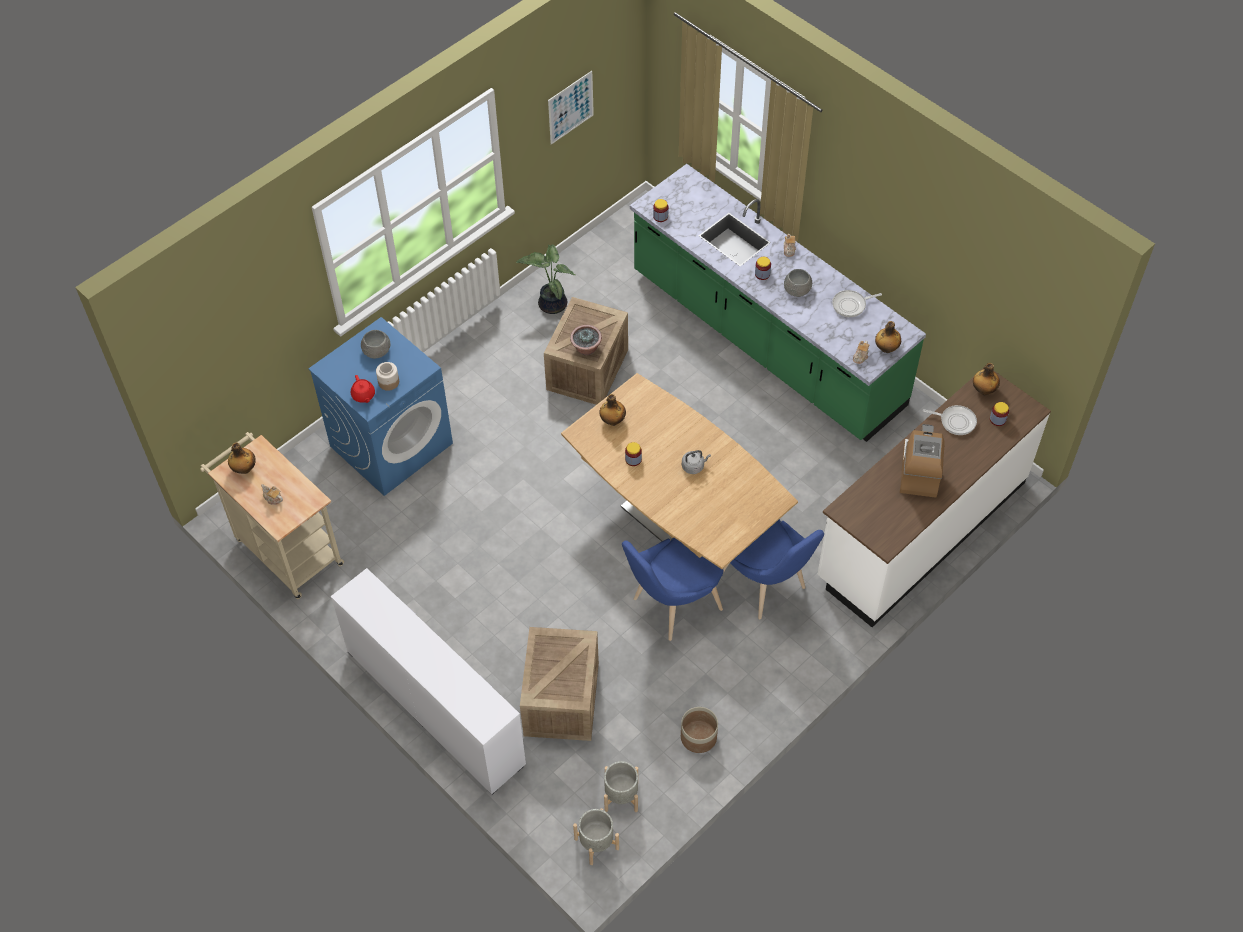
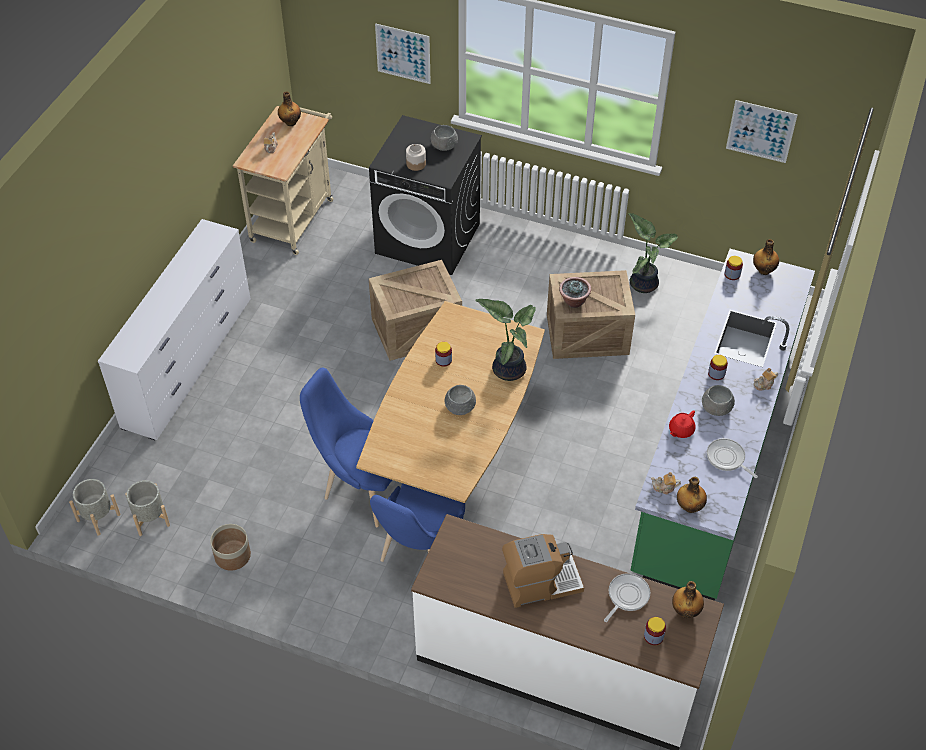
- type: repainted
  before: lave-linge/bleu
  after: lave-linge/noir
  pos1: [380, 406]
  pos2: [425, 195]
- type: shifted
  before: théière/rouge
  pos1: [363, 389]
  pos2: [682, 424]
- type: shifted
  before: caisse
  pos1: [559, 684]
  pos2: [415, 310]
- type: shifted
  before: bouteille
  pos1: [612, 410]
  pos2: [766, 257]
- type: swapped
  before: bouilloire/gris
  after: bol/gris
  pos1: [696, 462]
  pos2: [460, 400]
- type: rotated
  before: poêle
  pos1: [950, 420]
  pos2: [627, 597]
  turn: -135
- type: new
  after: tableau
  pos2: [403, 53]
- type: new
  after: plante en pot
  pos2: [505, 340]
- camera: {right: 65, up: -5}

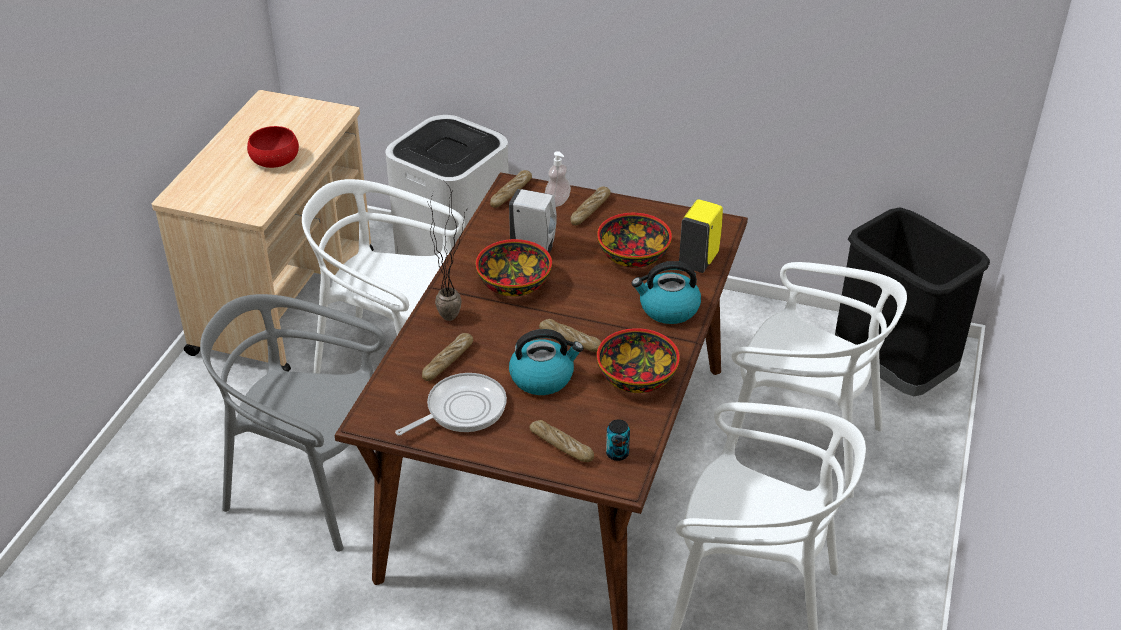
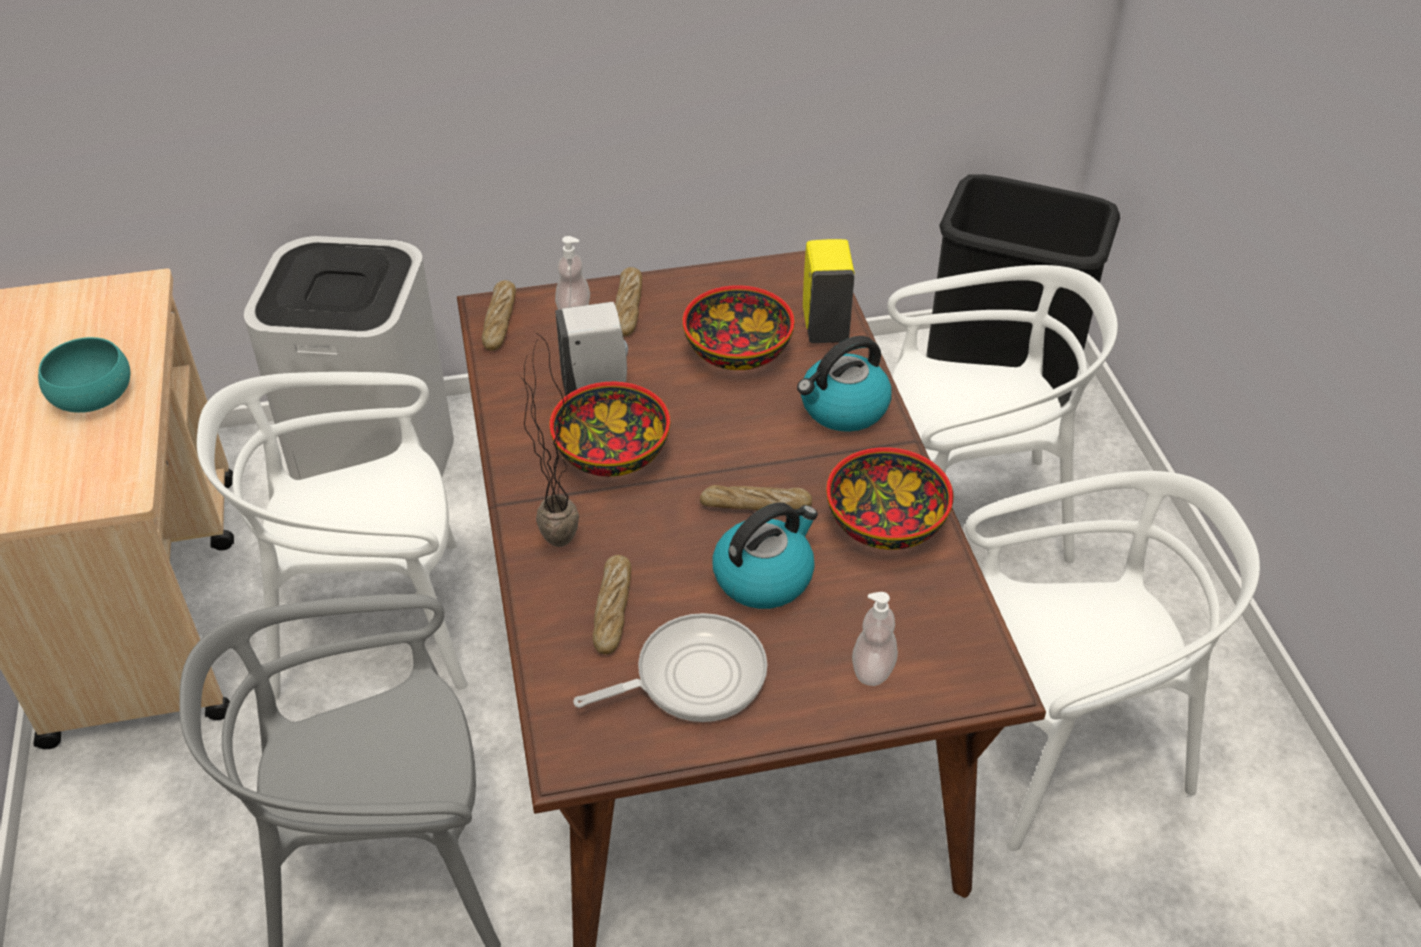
- type: repainted
  before: bol/rouge
  after: bol/turquoise
  pos1: [273, 147]
  pos2: [84, 375]
- type: rotated
  before: poêle
  pos1: [451, 404]
  pos2: [670, 667]
  turn: 45
- type: swapped
  before: pain
  after: distributeur de savon
  pos1: [561, 441]
  pos2: [875, 639]
- type: gone
  before: boîte métallique
  pos1: [618, 440]
- camera: {right: -30, up: 5}

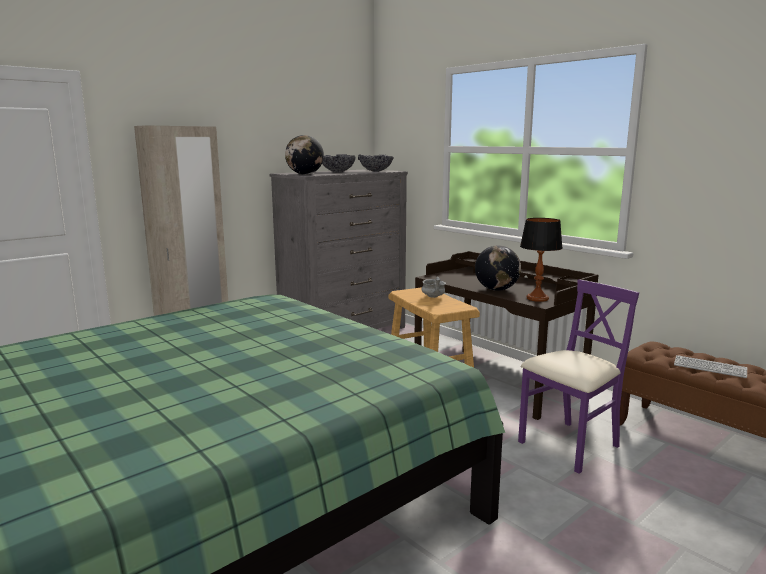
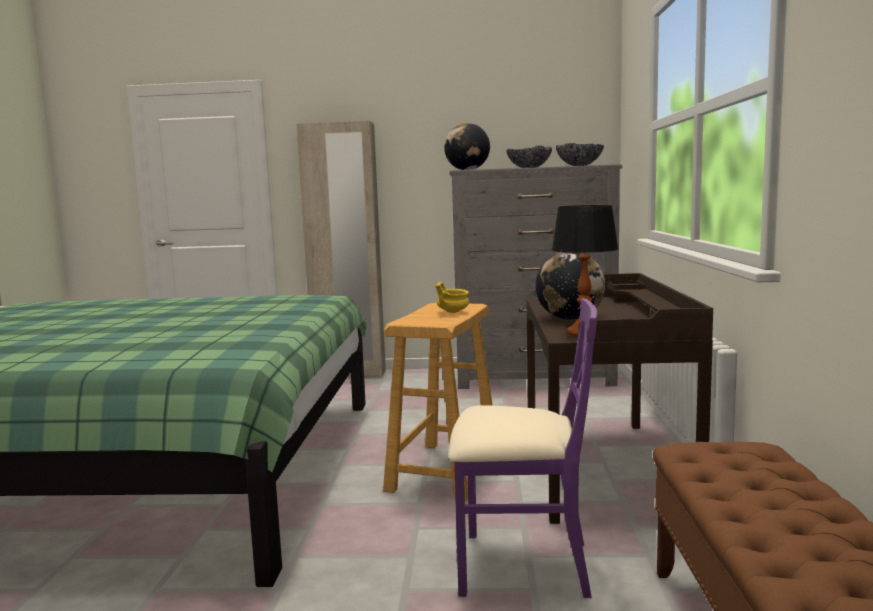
- type: repainted
  before: bol/gris
  after: bol/jaune
  pos1: [433, 287]
  pos2: [452, 297]
- type: gone
  before: clavier
  pos1: [710, 366]
- camera: {right: 45, up: -5}

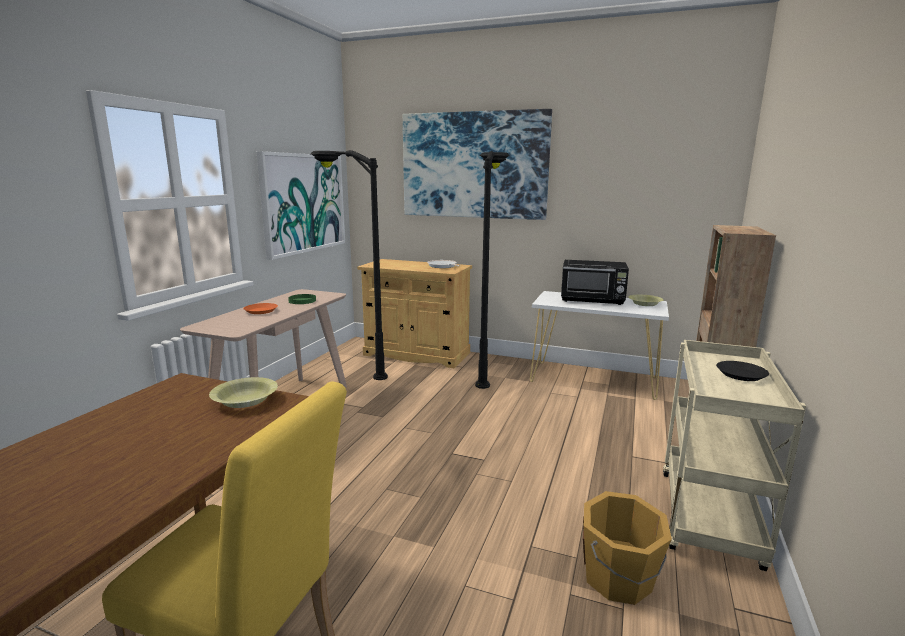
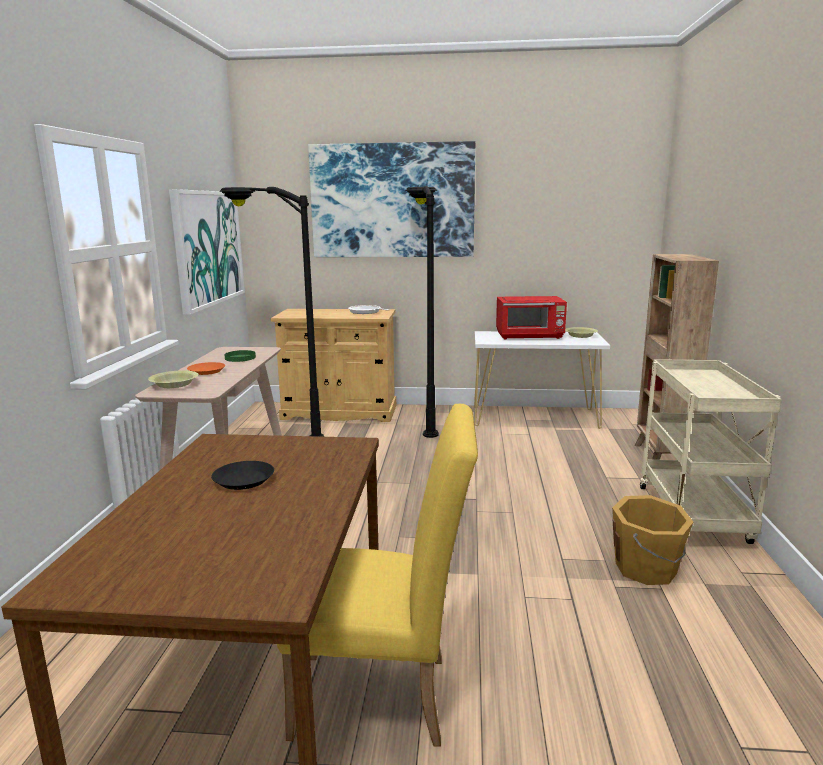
- type: shifted
  before: bol/jaune
  pos1: [243, 392]
  pos2: [173, 379]
- type: repainted
  before: micro-ondes/noir
  after: micro-ondes/rouge
  pos1: [595, 282]
  pos2: [531, 317]
- type: shifted
  before: assiette/noir
  pos1: [742, 371]
  pos2: [242, 475]
- camera: {right: -15, up: 0}

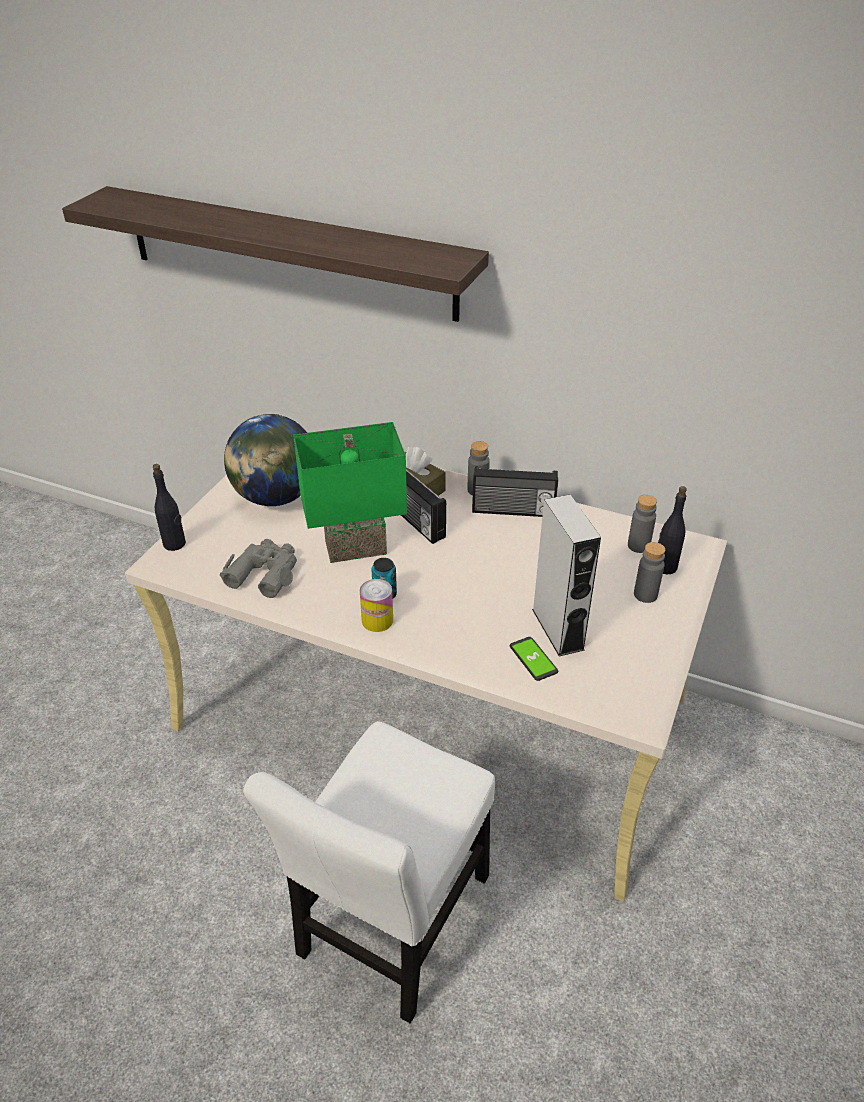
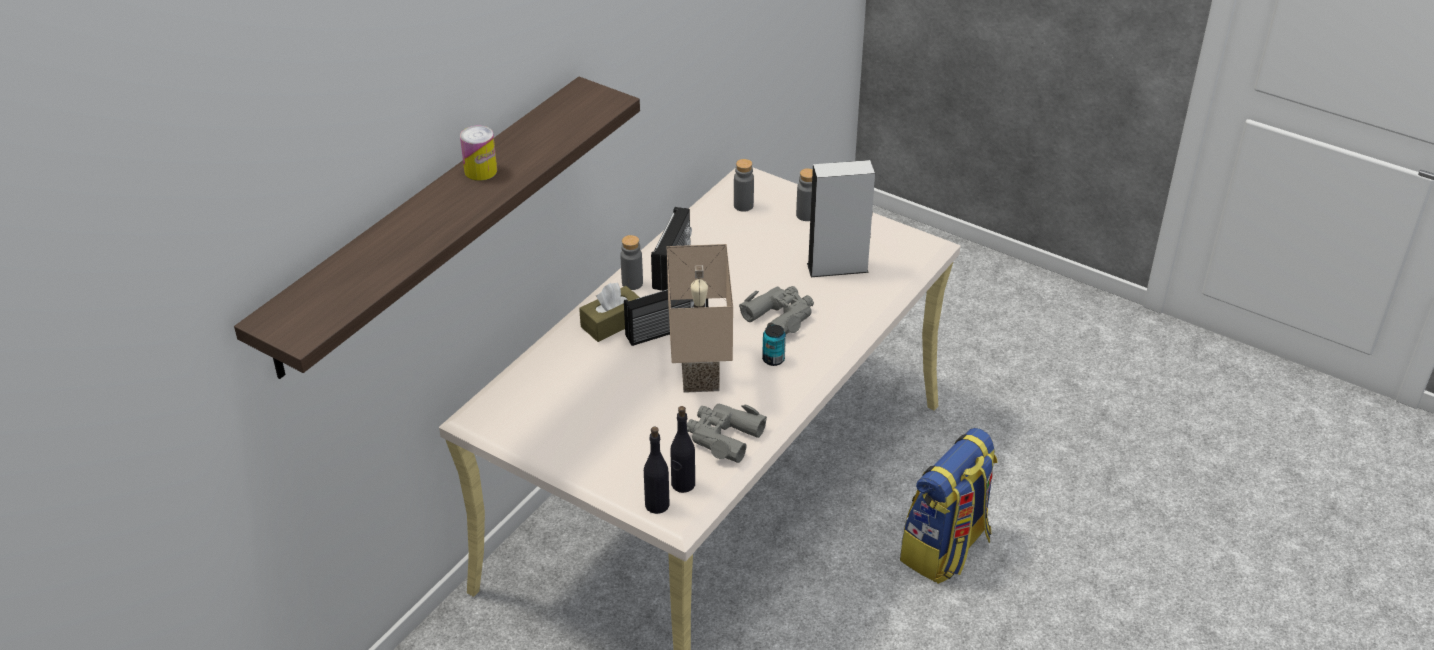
- type: gone
  before: globe
  pos1: [265, 460]
- type: swapped
  before: chaise/blanc
  after: sac à dos
  pos1: [369, 872]
  pos2: [949, 506]
- type: repainted
  before: lampe de table/vert
  after: lampe de table/beige
  pos1: [350, 492]
  pos2: [700, 318]
- type: shifted
  before: boîte métallique
  pos1: [376, 605]
  pos2: [478, 153]
- type: gone
  before: téléphone
  pos1: [534, 659]
- type: shifted
  before: bouteille/noir
  pos1: [672, 530]
  pos2: [682, 449]
- type: new
  after: jumelles/gris
  pos2: [776, 310]
- camera: {right: -80, up: 0}

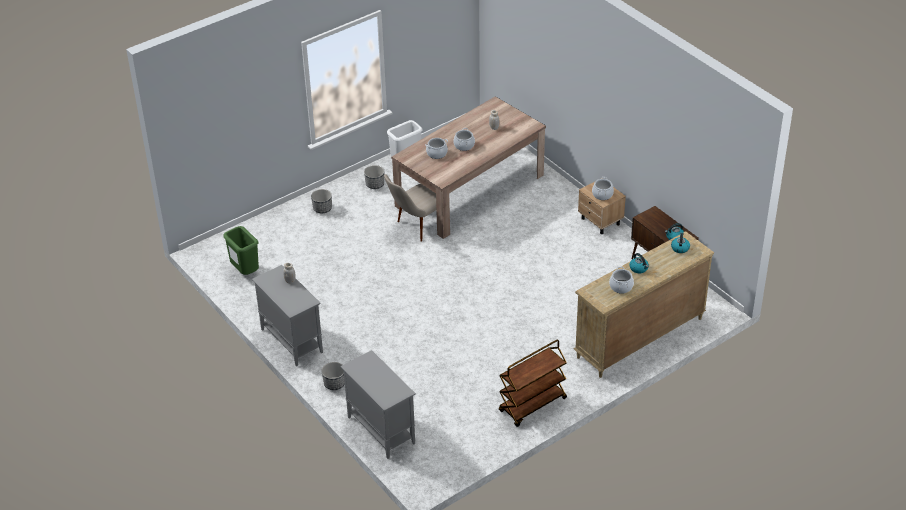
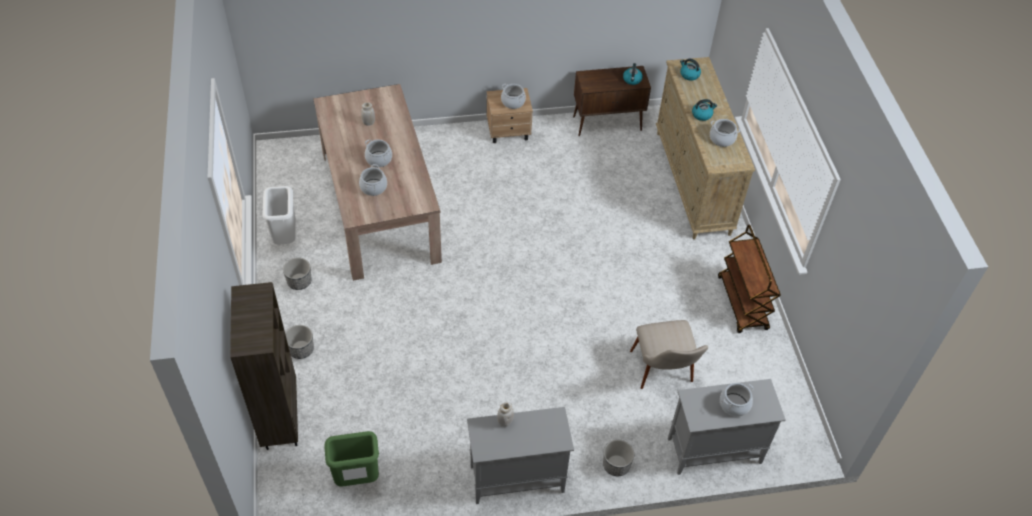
- type: shifted
  before: chaise/beige
  pos1: [410, 208]
  pos2: [669, 354]
- type: new
  after: bibliothèque/marron
  pos2: [264, 366]
- type: new
  after: marmite
  pos2: [737, 400]
- camera: {right: -65, up: 10}

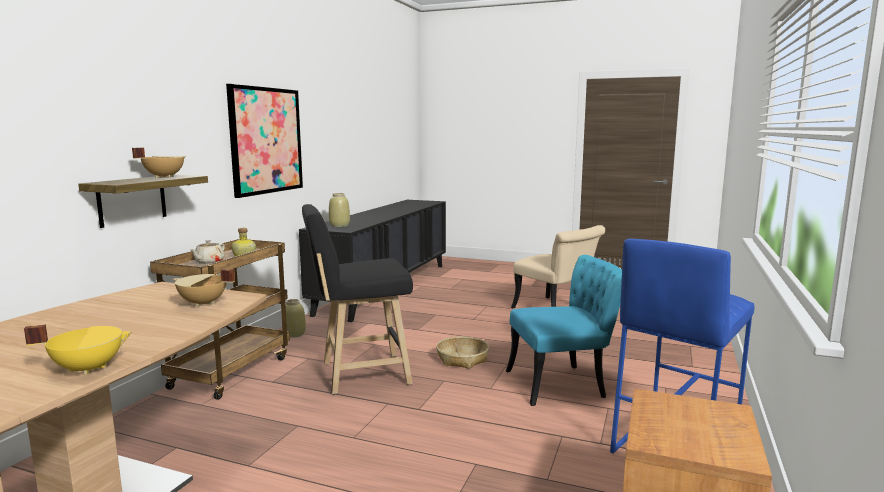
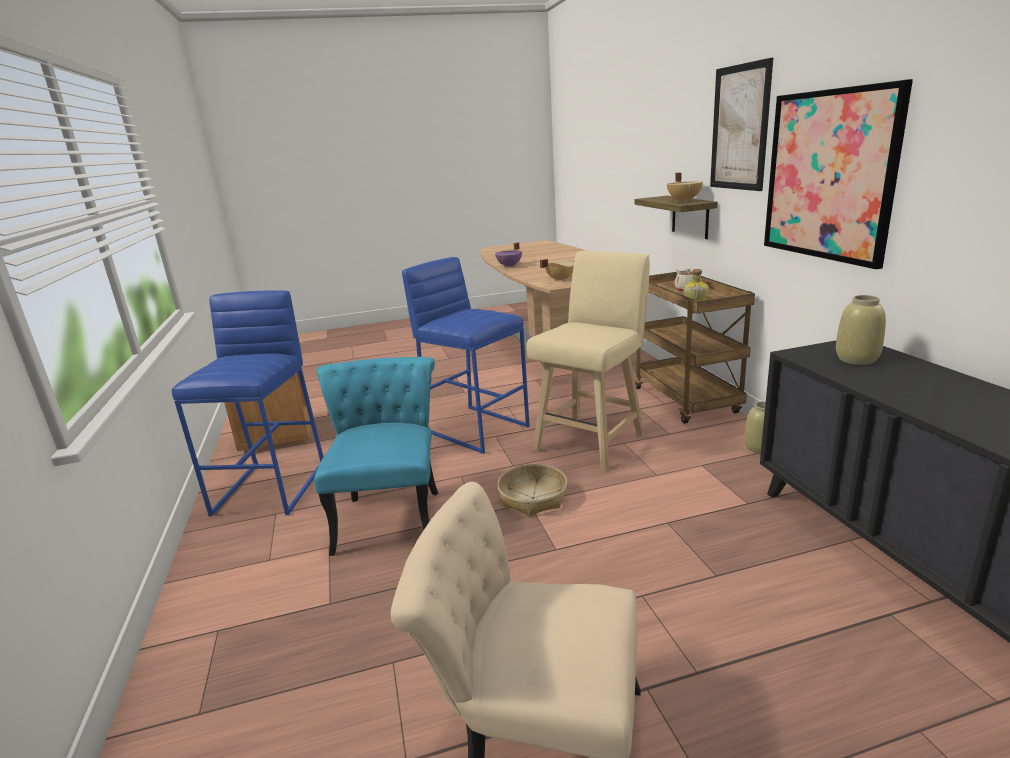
- type: repainted
  before: marmite/jaune
  after: marmite/violet
  pos1: [78, 349]
  pos2: [508, 255]
- type: repainted
  before: tabouret/noir
  after: tabouret/beige
  pos1: [357, 299]
  pos2: [588, 360]
- type: rotated
  before: chaise/turquoise
  pos1: [564, 330]
  pos2: [376, 456]
  turn: 135
- type: new
  after: tabouret/bleu
  pos2: [466, 355]
- type: new
  after: tableau
  pos2: [741, 124]
- camera: {right: 145, up: 10}

